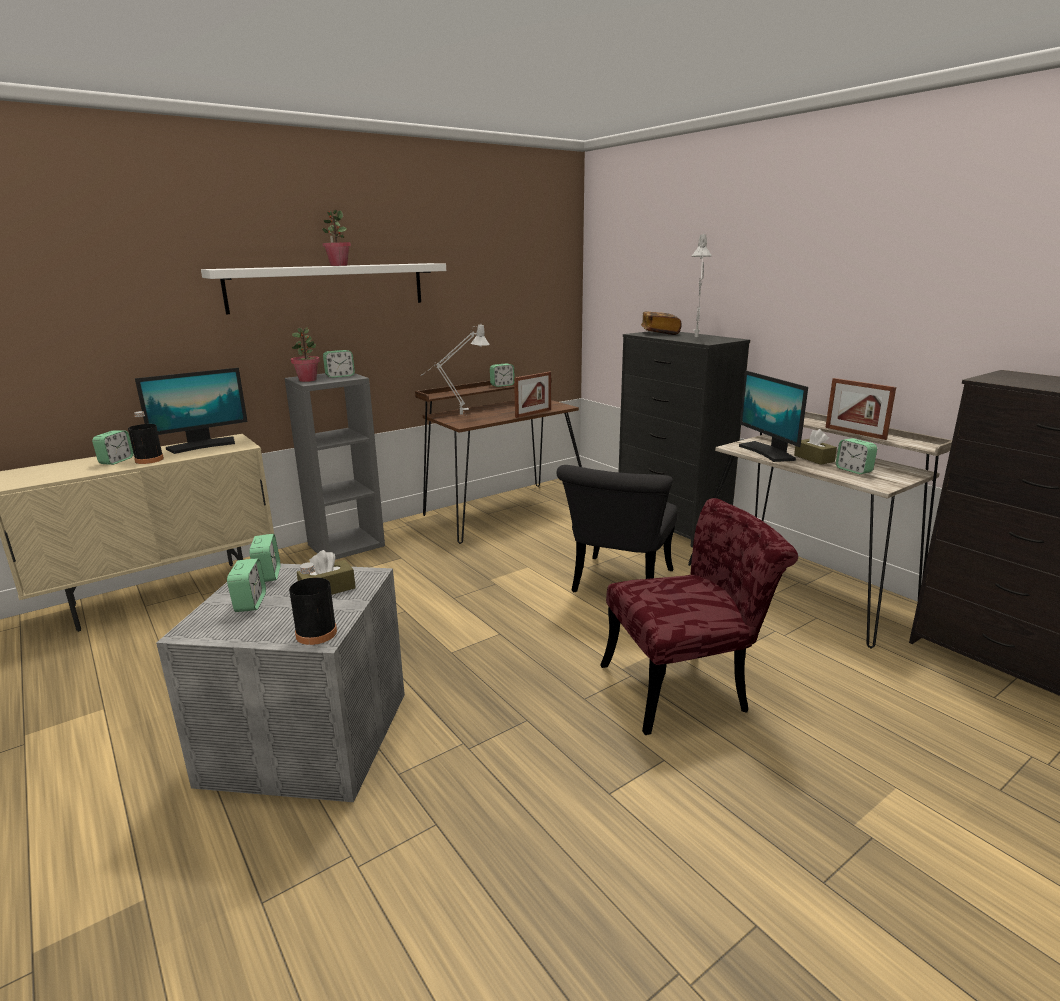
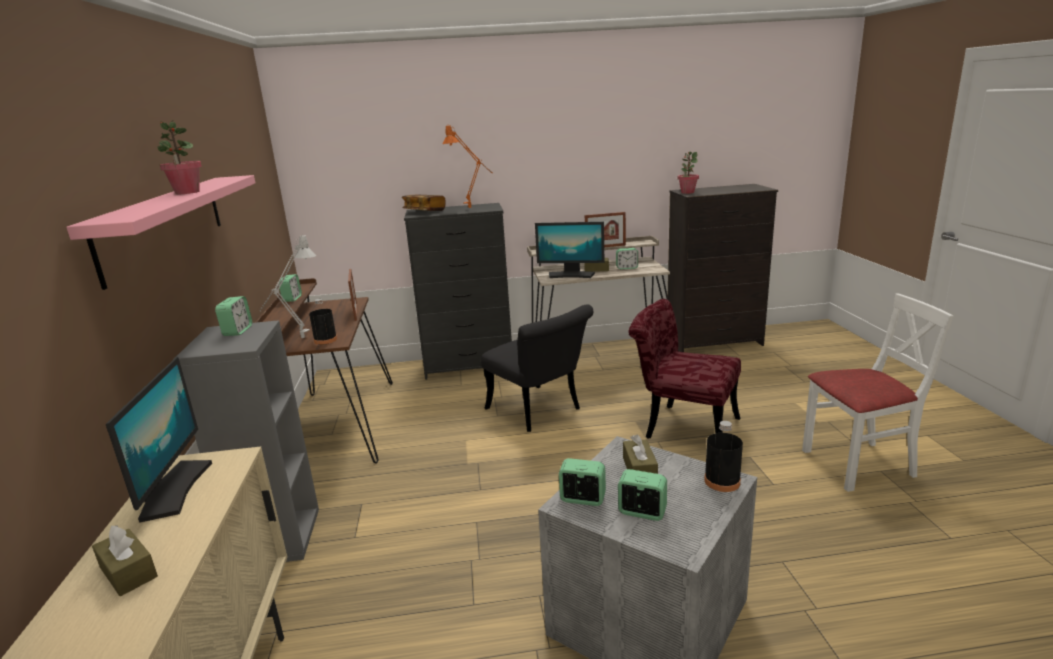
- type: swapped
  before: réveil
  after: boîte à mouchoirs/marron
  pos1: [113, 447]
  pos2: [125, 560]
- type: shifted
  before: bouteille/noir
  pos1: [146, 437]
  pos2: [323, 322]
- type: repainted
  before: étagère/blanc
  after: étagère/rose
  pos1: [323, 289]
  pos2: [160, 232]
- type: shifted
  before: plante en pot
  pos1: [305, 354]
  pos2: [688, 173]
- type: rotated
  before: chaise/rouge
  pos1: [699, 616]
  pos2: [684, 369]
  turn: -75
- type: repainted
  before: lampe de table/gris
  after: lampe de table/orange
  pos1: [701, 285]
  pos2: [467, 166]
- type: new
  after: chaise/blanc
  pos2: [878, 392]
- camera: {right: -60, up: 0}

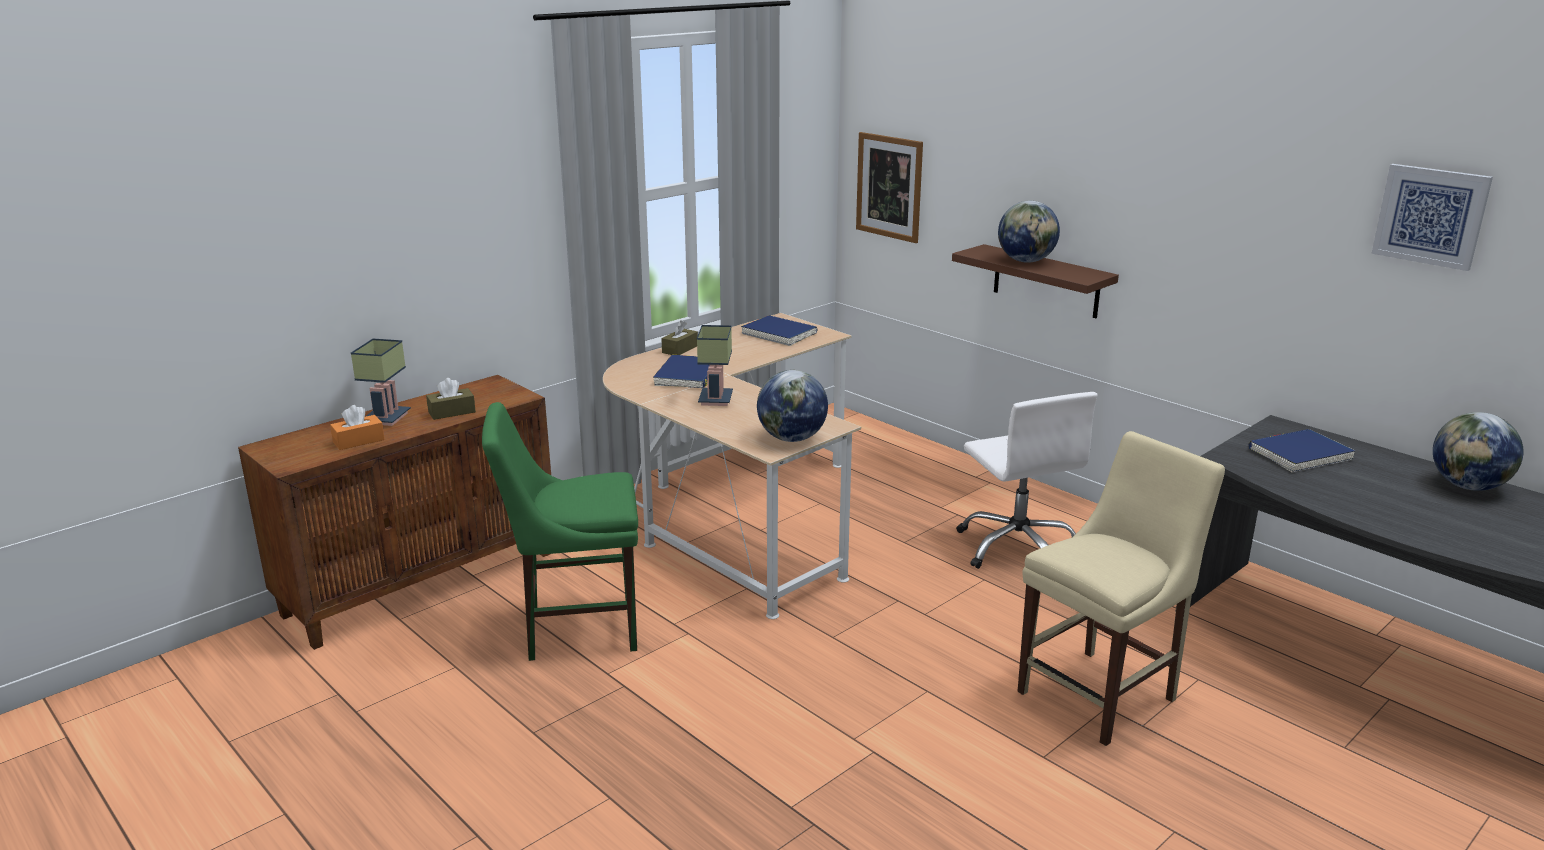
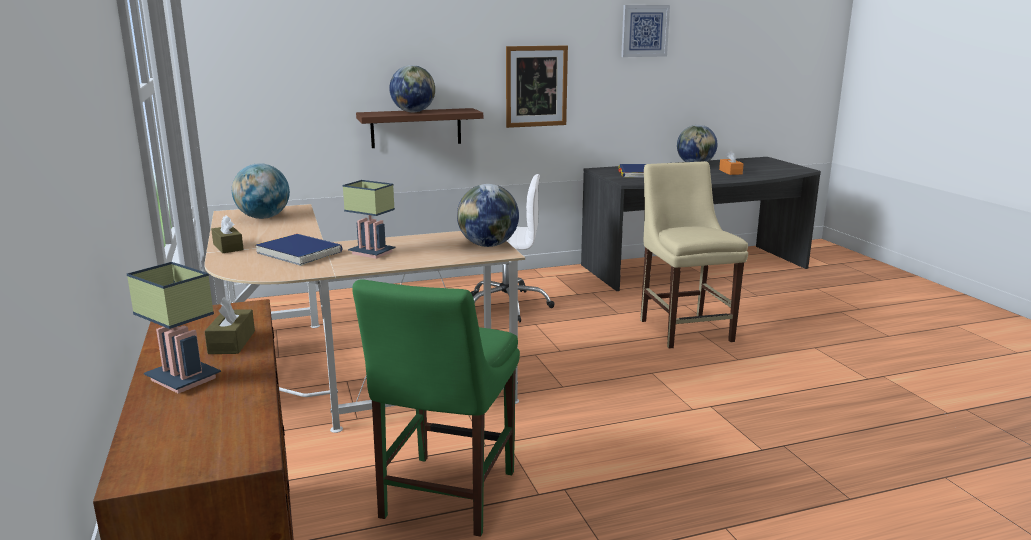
- type: shifted
  before: boîte à mouchoirs/orange
  pos1: [357, 427]
  pos2: [731, 162]
- type: swapped
  before: livre/bleu
  after: globe
  pos1: [779, 330]
  pos2: [261, 191]
- type: shifted
  before: tableau
  pos1: [889, 187]
  pos2: [537, 87]
- camera: {right: -65, up: -5}

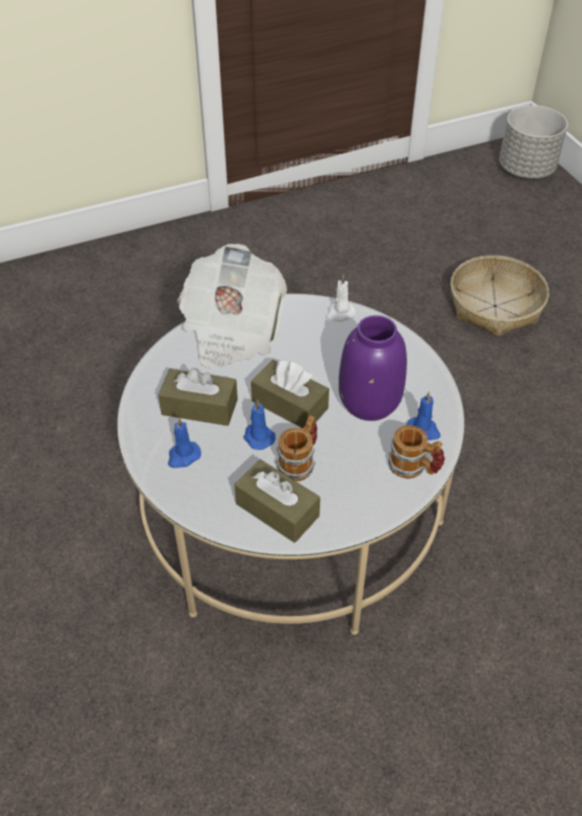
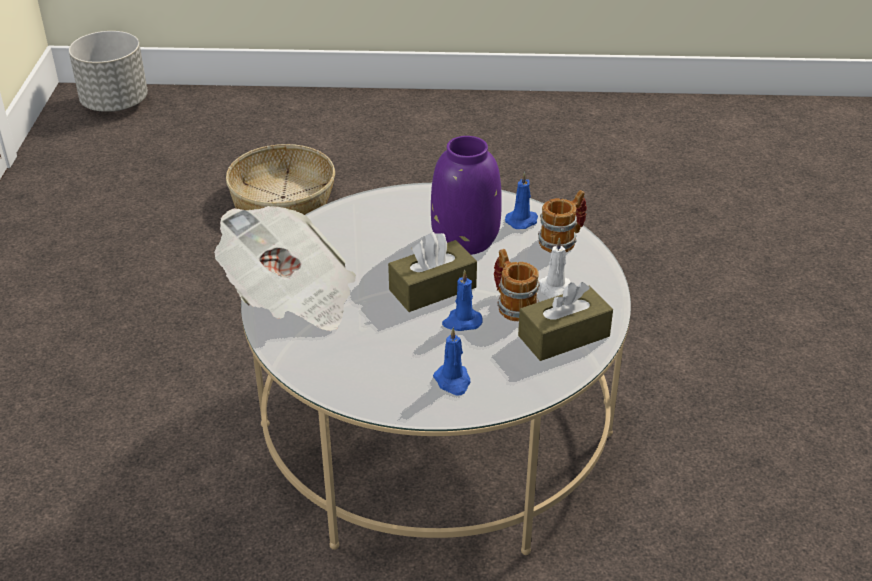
- type: gone
  before: boîte à mouchoirs/marron
  pos1: [198, 397]
- type: shifted
  before: bougie/blanc
  pos1: [341, 298]
  pos2: [554, 267]
- camera: {right: -65, up: -10}

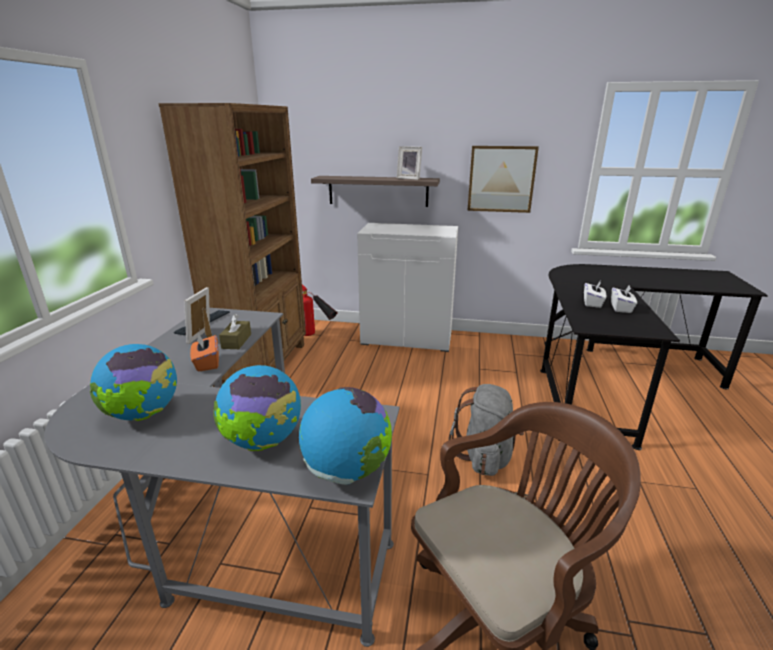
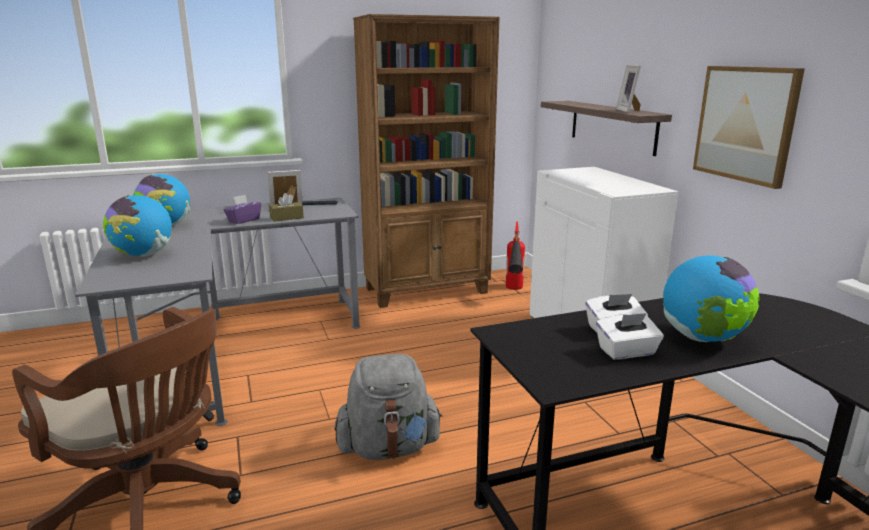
- type: repainted
  before: boîte à mouchoirs/orange
  after: boîte à mouchoirs/violet
  pos1: [204, 352]
  pos2: [242, 209]
- type: shifted
  before: globe
  pos1: [345, 436]
  pos2: [711, 298]
- camera: {right: 60, up: -5}

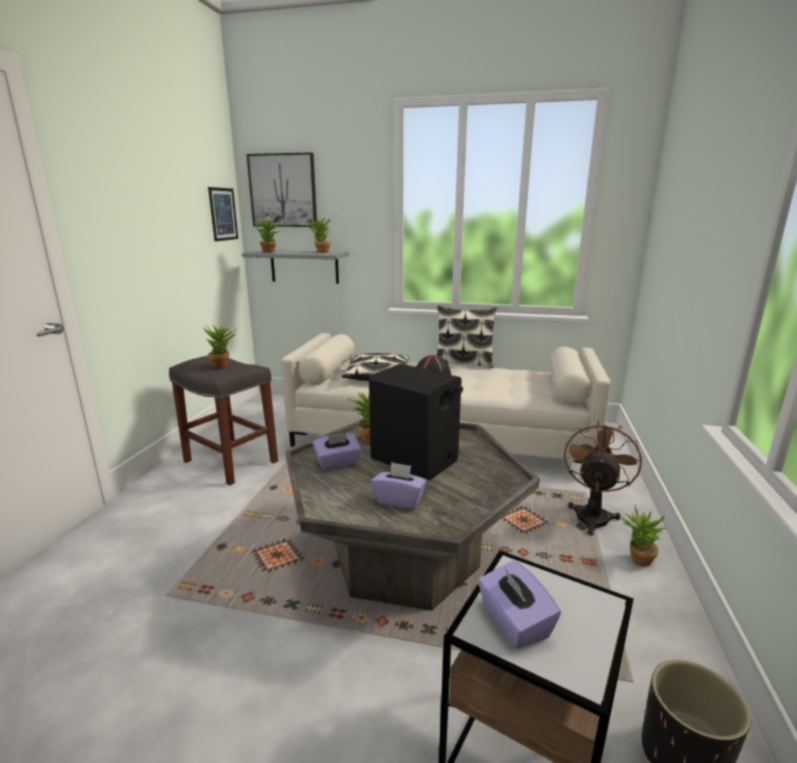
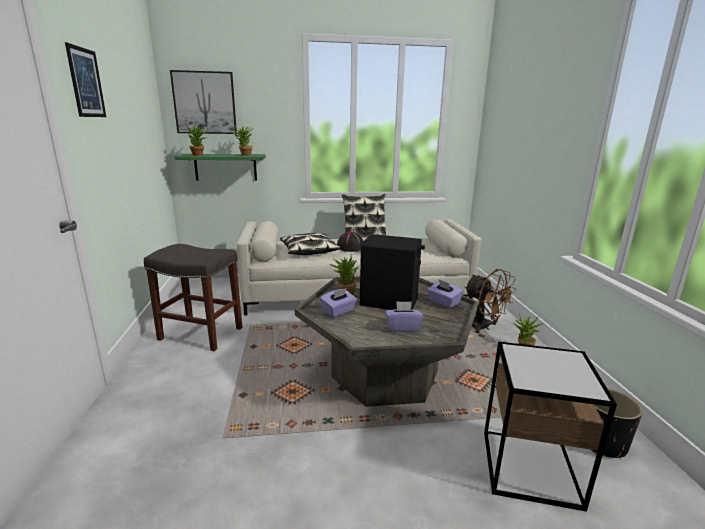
- type: gone
  before: plante en pot
  pos1: [220, 346]
- type: shifted
  before: tableau
  pos1: [223, 214]
  pos2: [85, 79]
- type: repainted
  before: étagère/gris
  after: étagère/vert
  pos1: [295, 267]
  pos2: [219, 167]
- type: shifted
  before: boîte à mouchoirs/violet
  pos1: [519, 604]
  pos2: [445, 293]
- type: rotated
  before: ventilateur/marron
  pos1: [603, 478]
  pos2: [490, 301]
  turn: 135
- camera: {right: -20, up: 0}

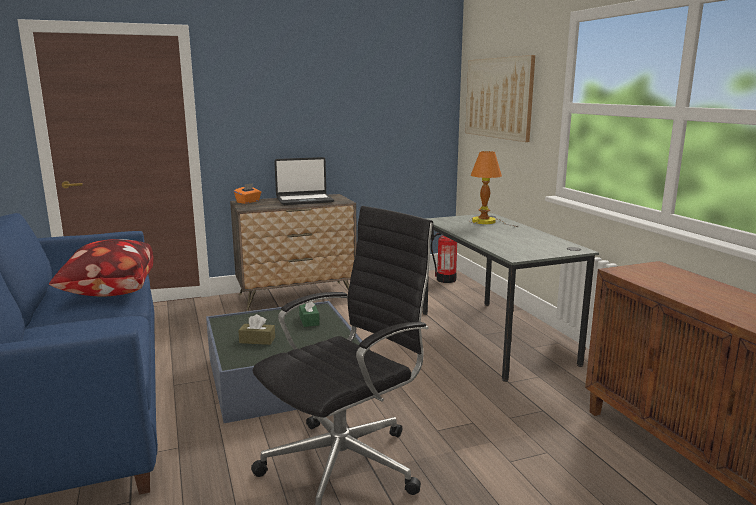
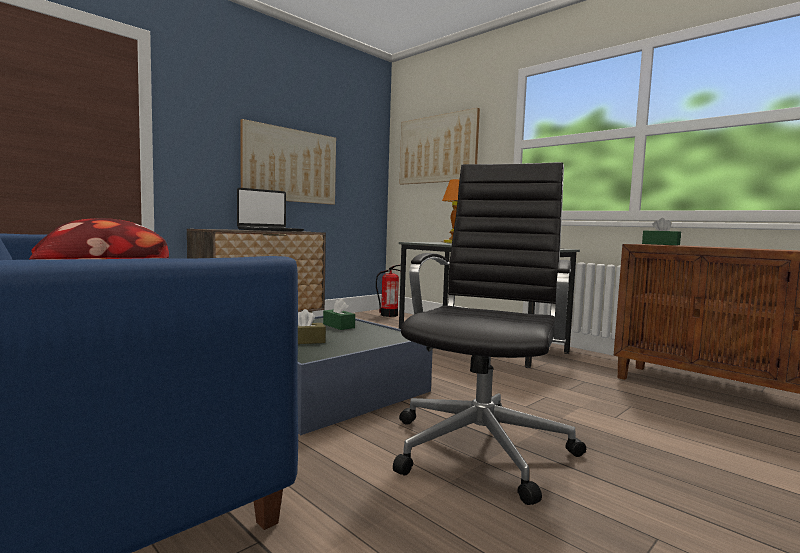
- type: gone
  before: boîte à mouchoirs/orange
  pos1: [247, 193]
- type: new
  after: tableau
  pos2: [288, 162]
- type: new
  after: boîte à mouchoirs/vert
  pos2: [661, 231]
- camera: {right: -25, up: -10}

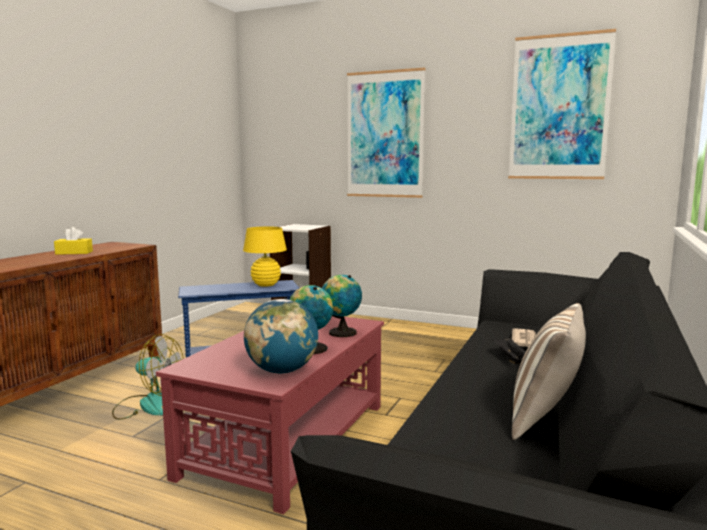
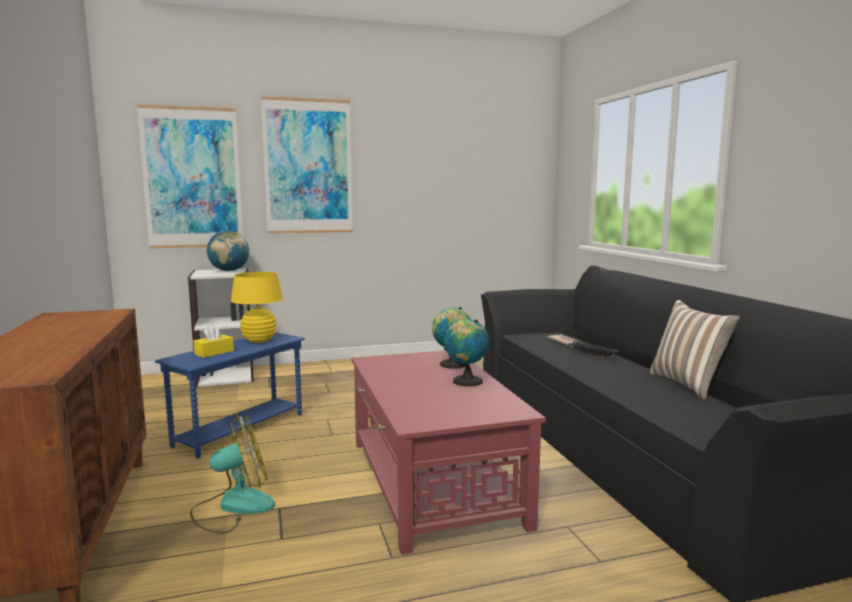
- type: shifted
  before: boîte à mouchoirs/jaune
  pos1: [73, 241]
  pos2: [213, 341]
- type: shifted
  before: globe
  pos1: [281, 336]
  pos2: [228, 251]
- type: shifted
  before: tableau
  pos1: [562, 104]
  pos2: [190, 176]
- camera: {right: -40, up: 0}

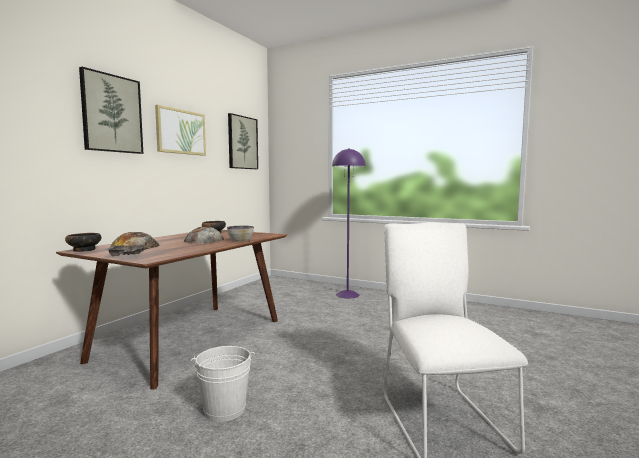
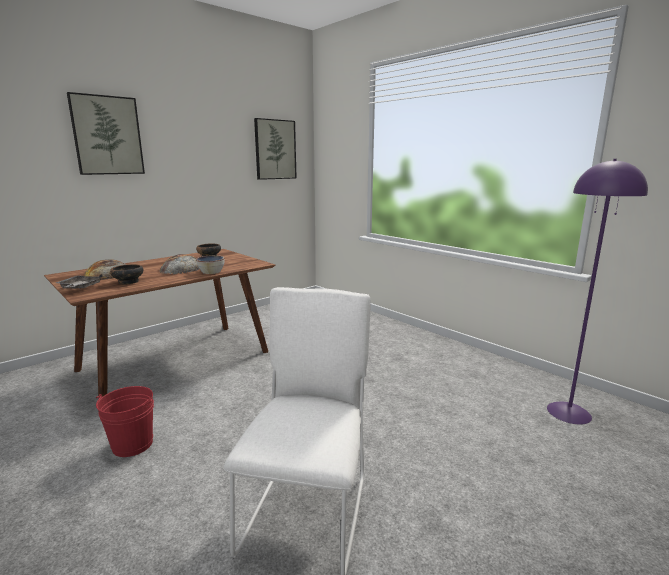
- type: shifted
  before: bol
  pos1: [83, 242]
  pos2: [126, 274]
- type: gone
  before: tableau
  pos1: [180, 130]
- type: repainted
  before: seau/blanc
  after: seau/rouge
  pos1: [223, 384]
  pos2: [125, 421]
- type: shifted
  before: lampadaire/violet
  pos1: [348, 223]
  pos2: [597, 292]
- camera: {right: 20, up: 10}

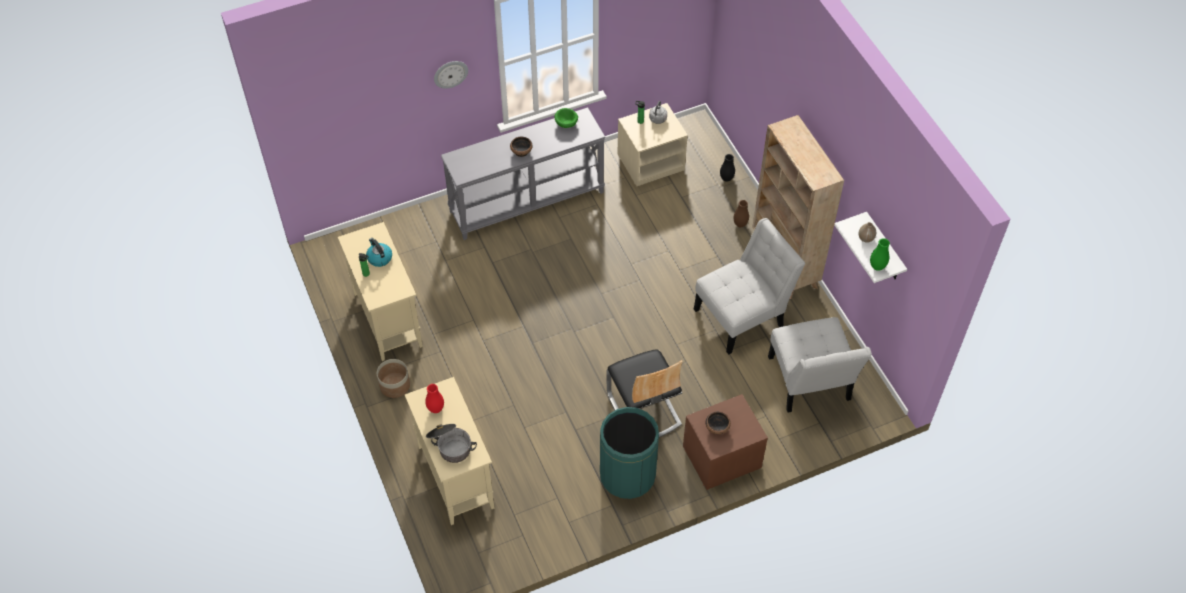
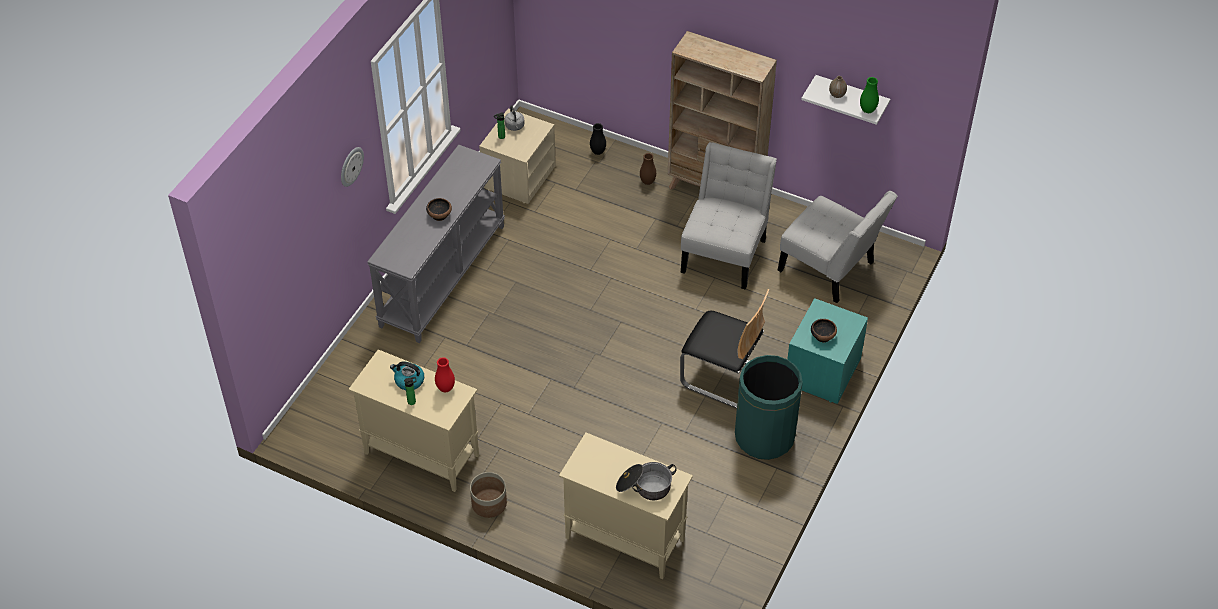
- type: shifted
  before: vase/rouge
  pos1: [434, 398]
  pos2: [445, 374]
- type: gone
  before: bol/vert
  pos1: [566, 118]
- type: repainted
  before: table de chevet/marron
  after: table de chevet/turquoise
  pos1: [725, 442]
  pos2: [828, 351]
- camera: {right: -40, up: -5}

